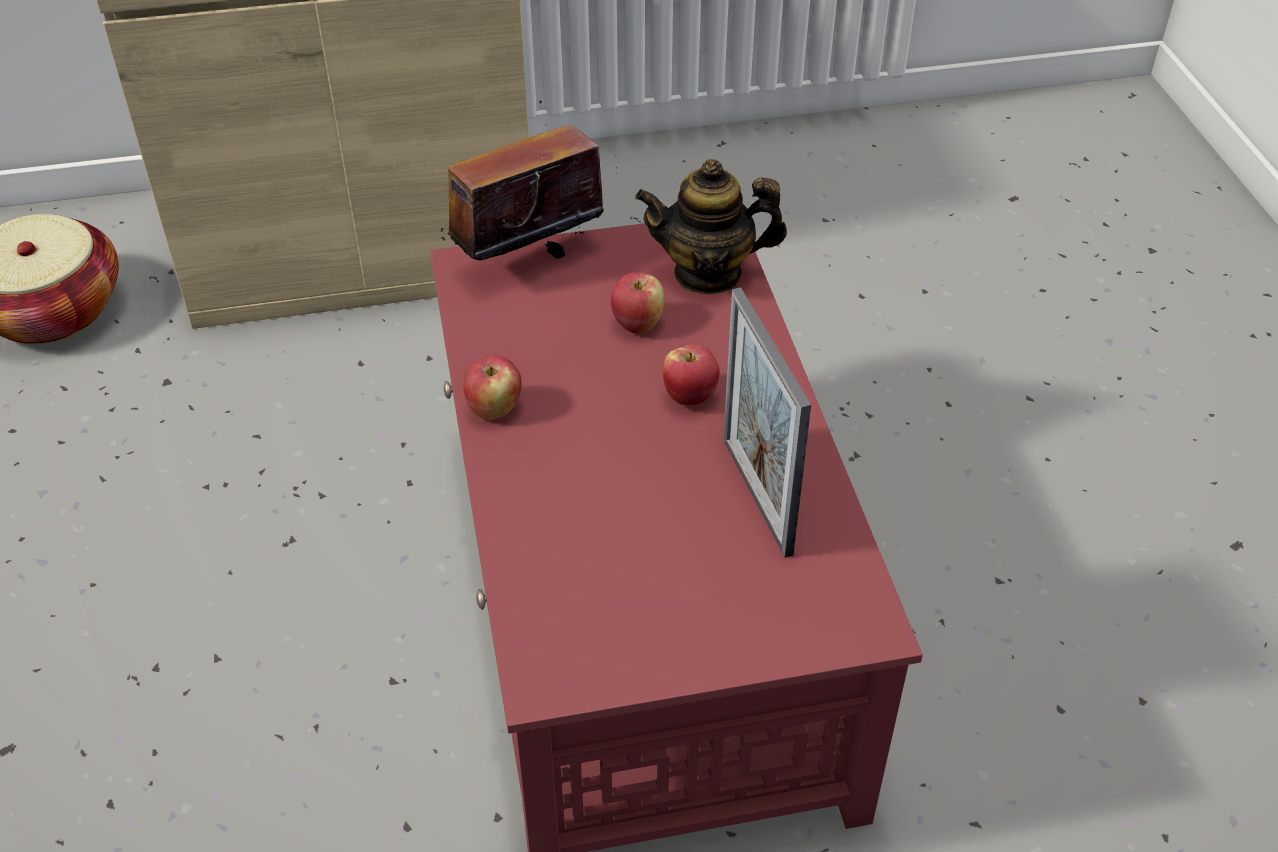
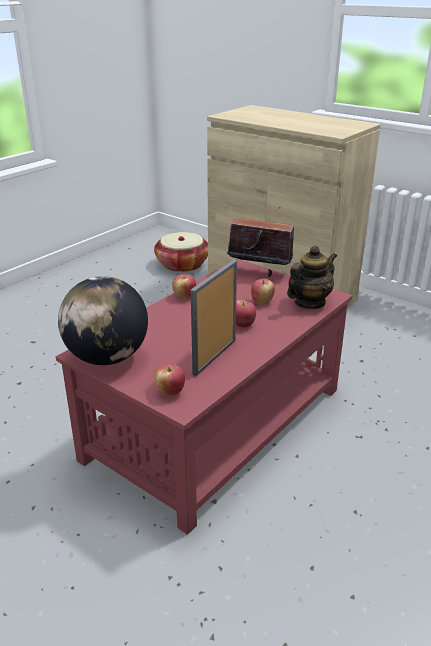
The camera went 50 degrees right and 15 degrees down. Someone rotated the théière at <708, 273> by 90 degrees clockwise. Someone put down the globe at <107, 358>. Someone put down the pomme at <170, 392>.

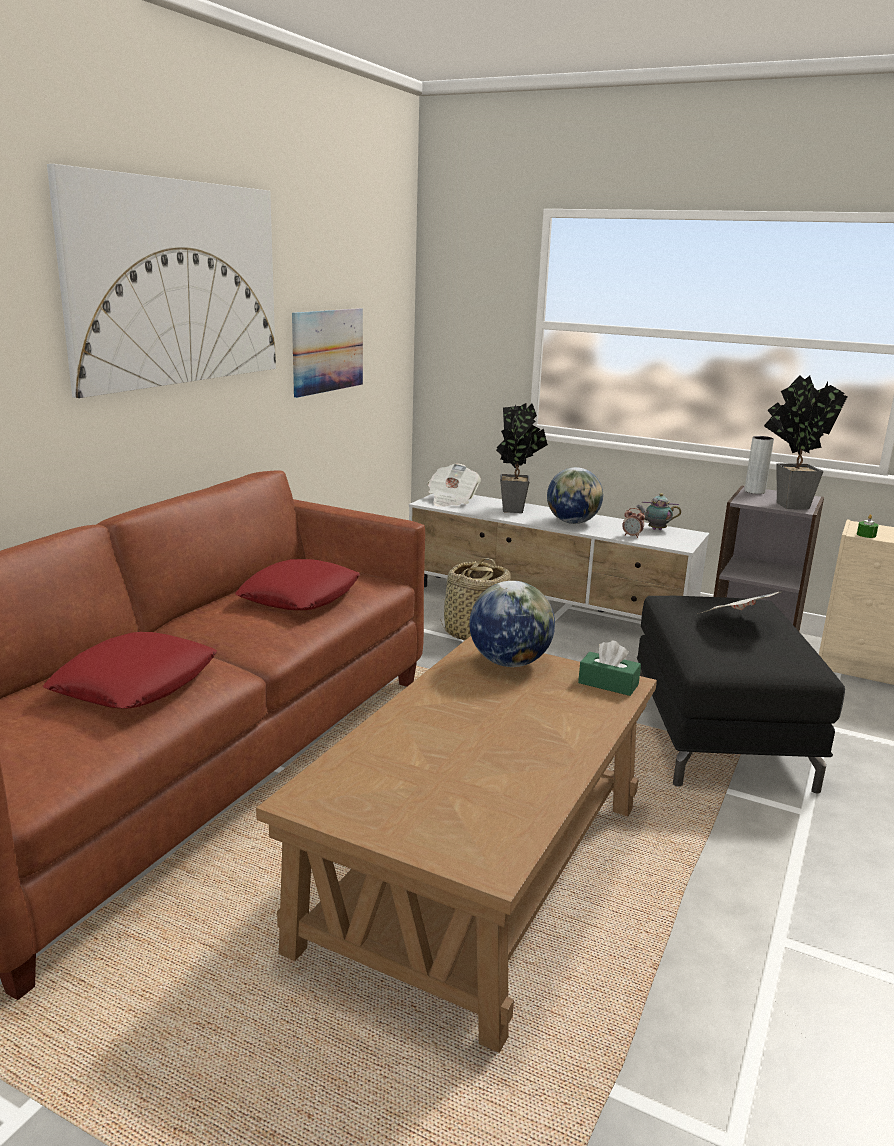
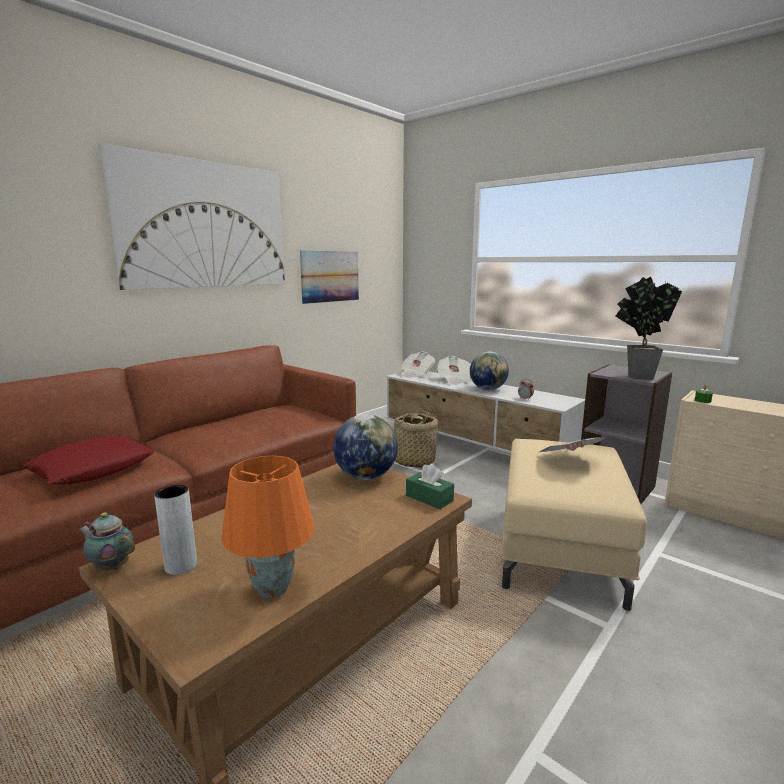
The camera went 15 degrees right and 5 degrees down. Someone took away the coussin [rouge] at <300, 596>. Someone swapped the plante en pot at <515, 509> for the journal at <454, 380>. Someone carried the théière from <655, 529> to <111, 567>. Someone repainted the pouf [noir] at <717, 735>, which became the pouf [beige] at <558, 550>. Someone carried the vase [gris] from <754, 491> to <181, 566>. Someone put down the lampe de table [orange] at <273, 589>.

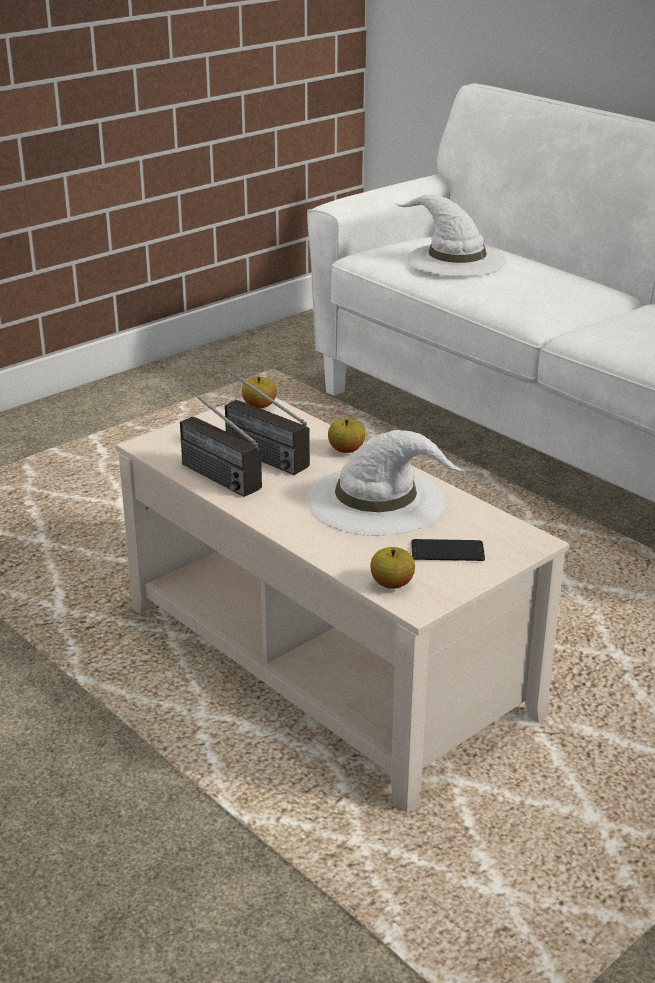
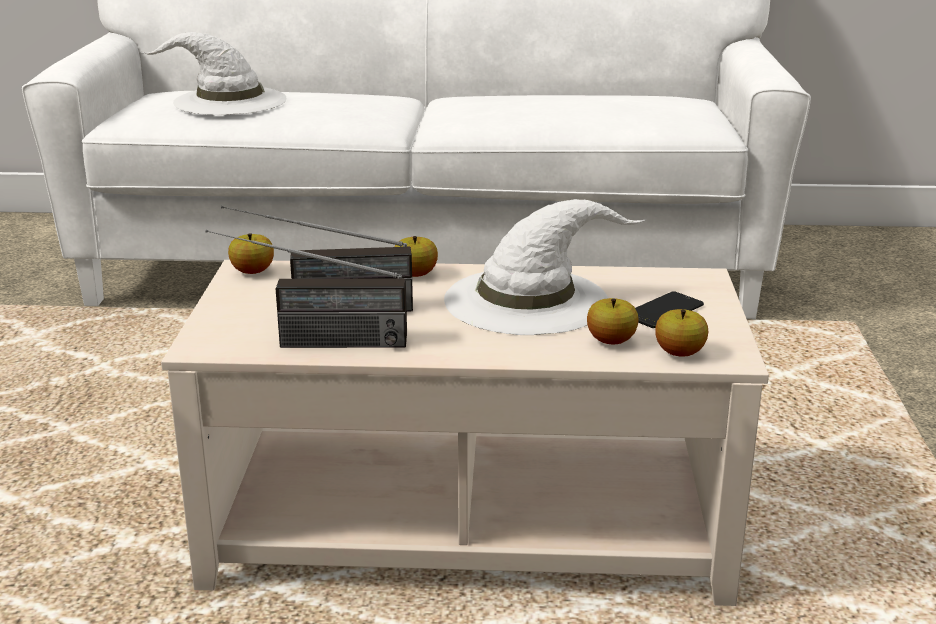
The camera went 45 degrees left and 5 degrees down. Someone put down the pomme at <611, 341>.

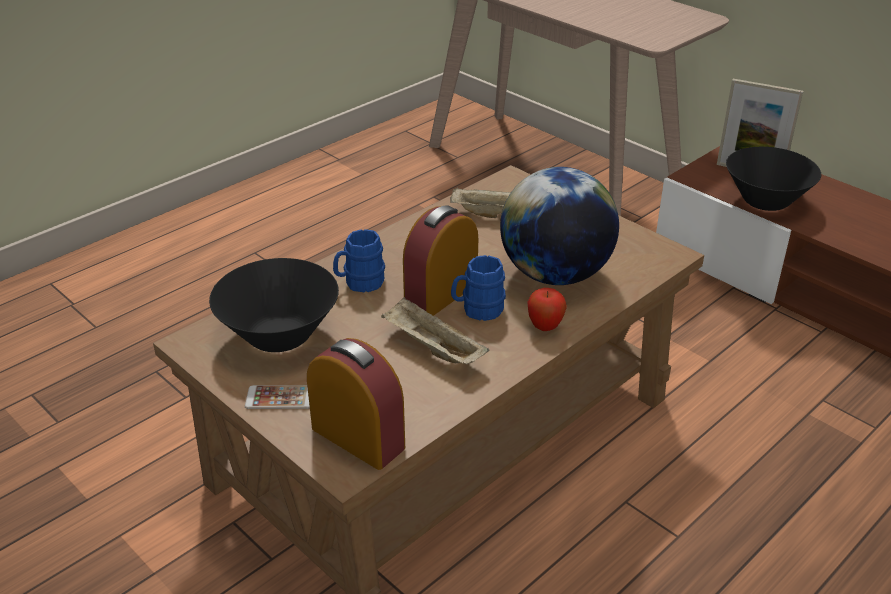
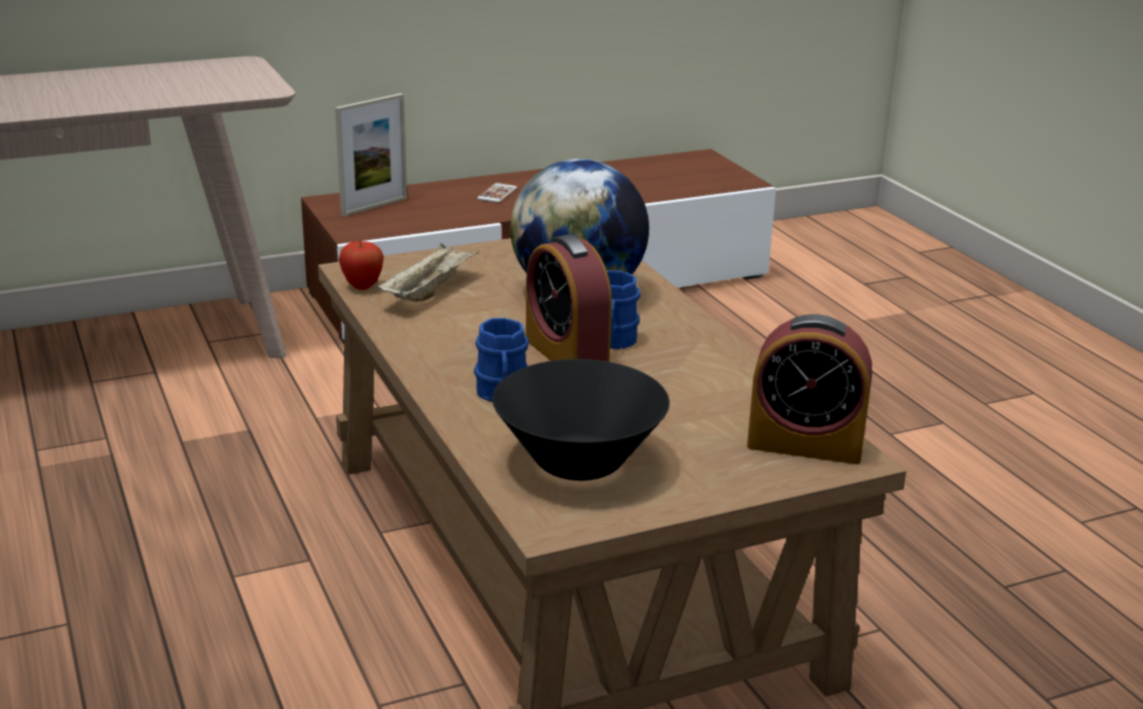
The camera went 70 degrees left and 10 degrees down. Someone carried the téléphone from <280, 398> to <497, 194>. Someone rotated the réveil at <358, 438> by 135 degrees counterclockwise. Someone took away the plateau [beige] at <431, 348>. Someone carried the pomme from <545, 327> to <362, 286>. Someone took away the bol [noir] at <765, 201>.

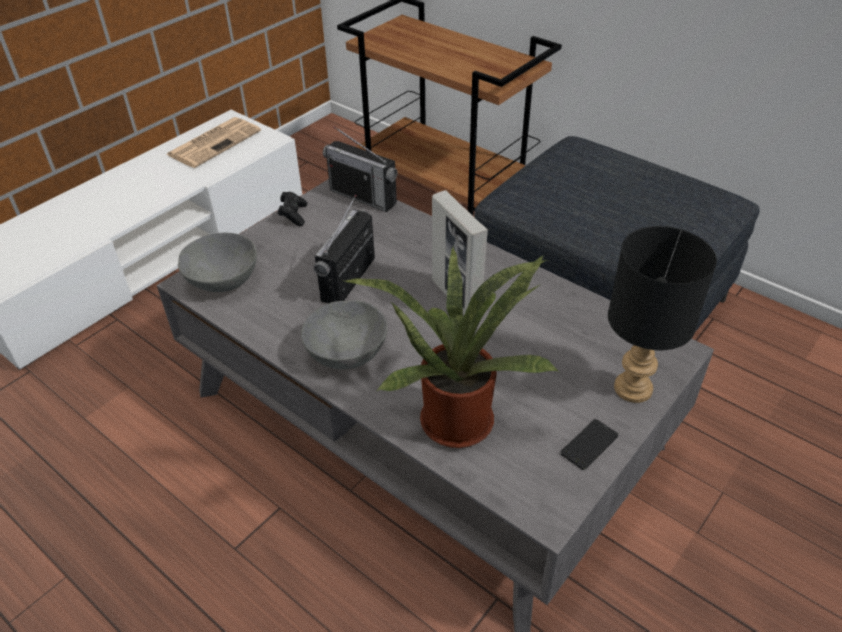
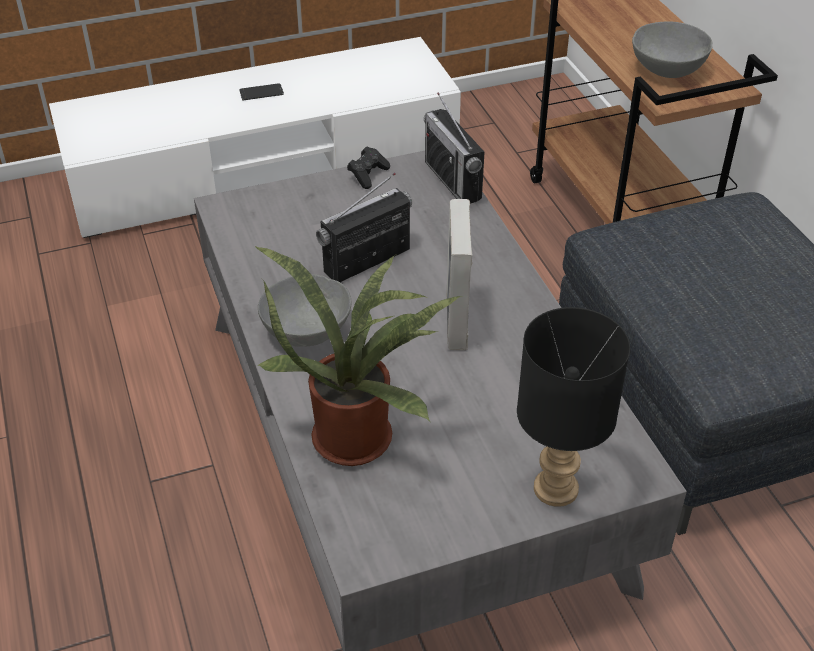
The camera went 30 degrees right and 0 degrees up. Someone took away the journal at <215, 142>. Someone carried the bol [gris] from <223, 281> to <667, 70>. Someone carried the téléphone from <589, 444> to <261, 92>.

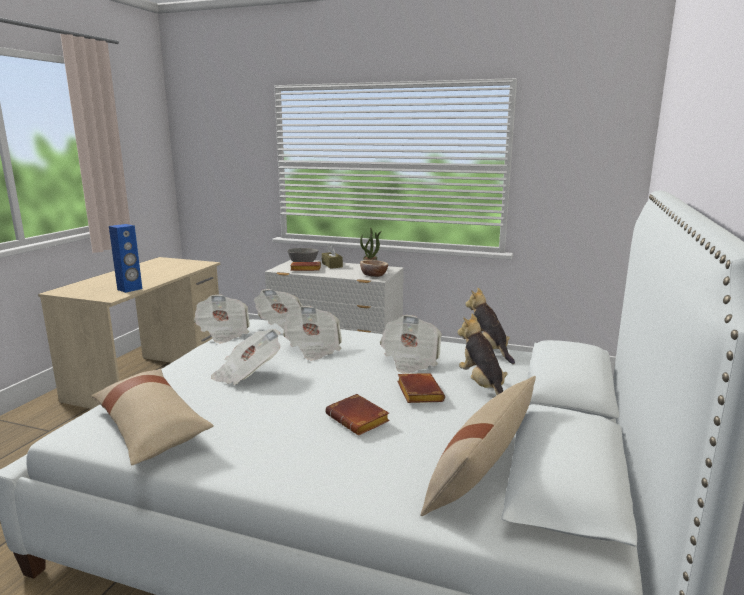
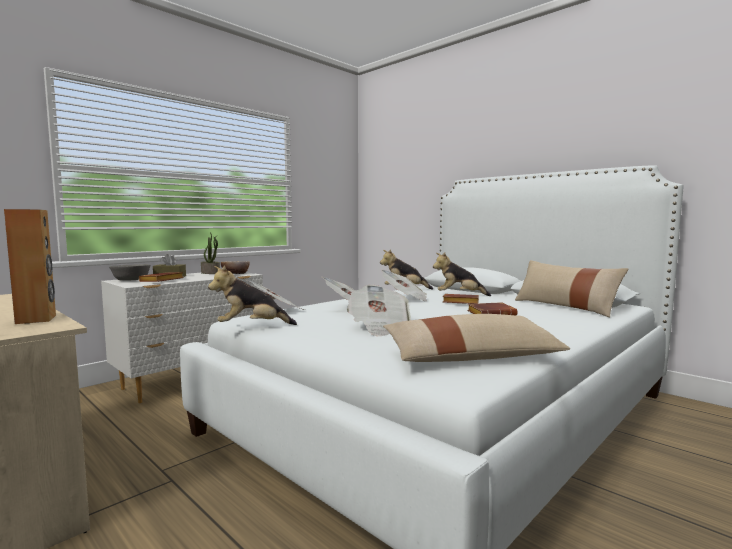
The camera went 65 degrees left and 10 degrees down. Someone repainted the enceinte [bleu] at <130, 289>, which became the enceinte [marron] at <37, 319>. Someone swapped the journal at <223, 333> for the peluche at <252, 327>.

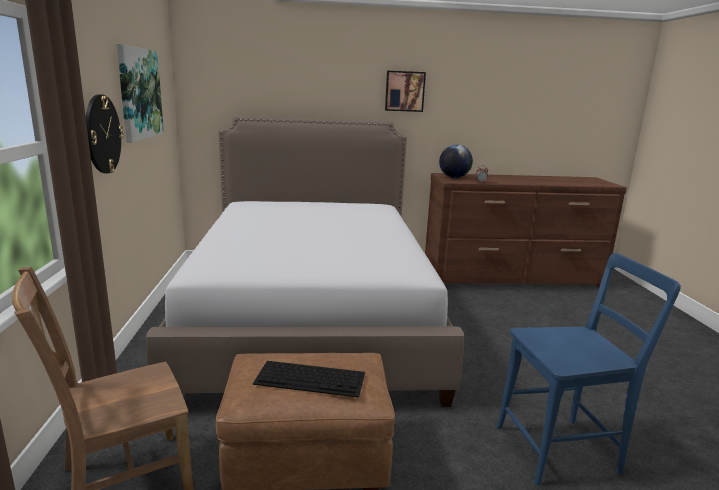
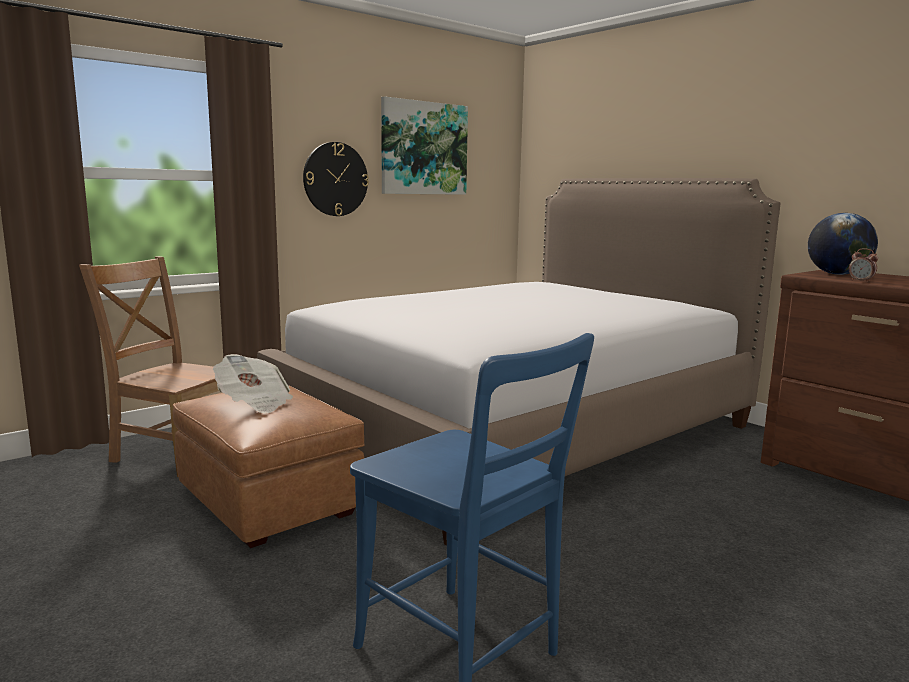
The camera went 55 degrees right and 5 degrees down. Someone swapped the clavier at <311, 378> for the journal at <254, 403>. Someone took away the tableau at <404, 91>.

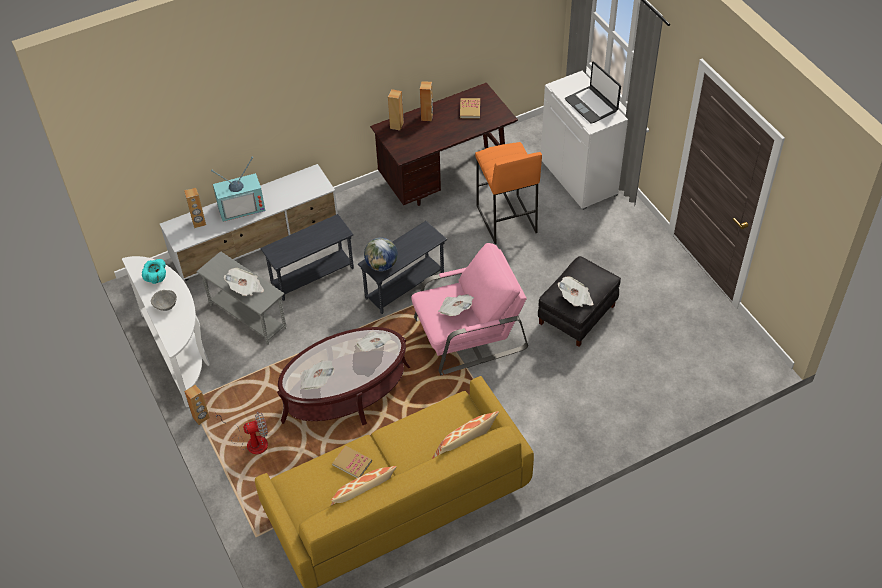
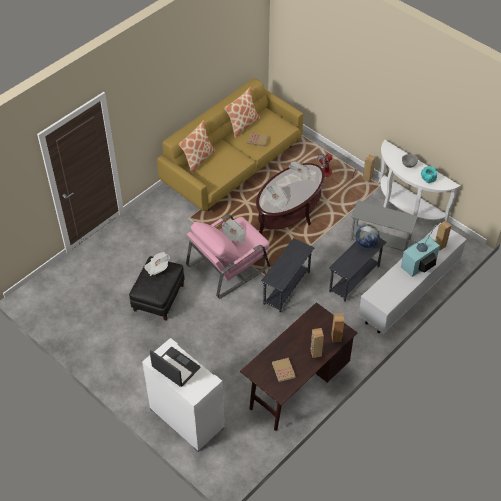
The camera went 160 degrees right and 0 degrees up. Someone took away the journal at <246, 288>. Someone carried the globe from <381, 265> to <366, 244>. Someone took away the tabouret [orange] at <505, 219>.

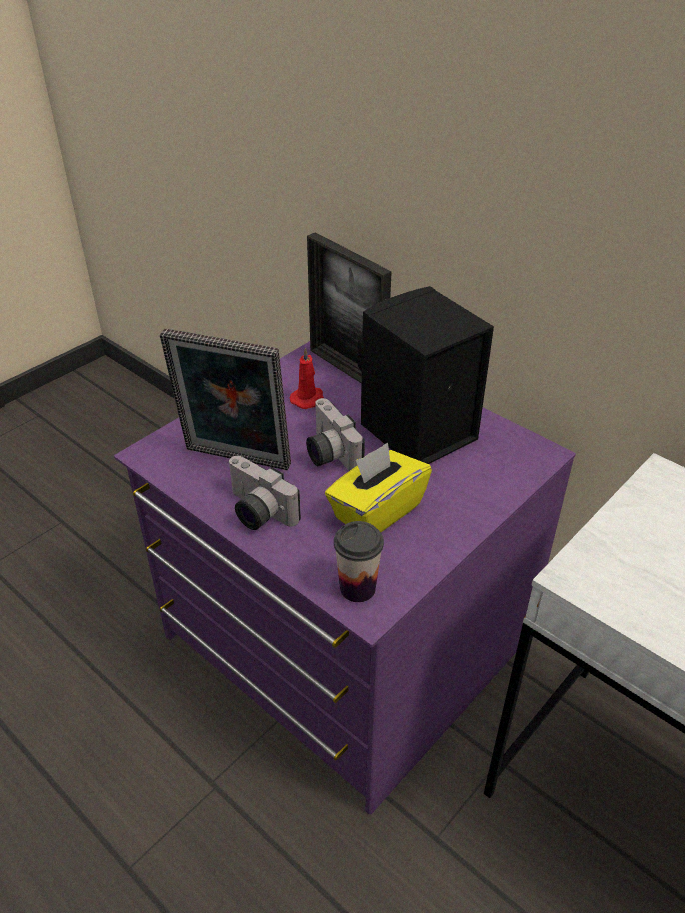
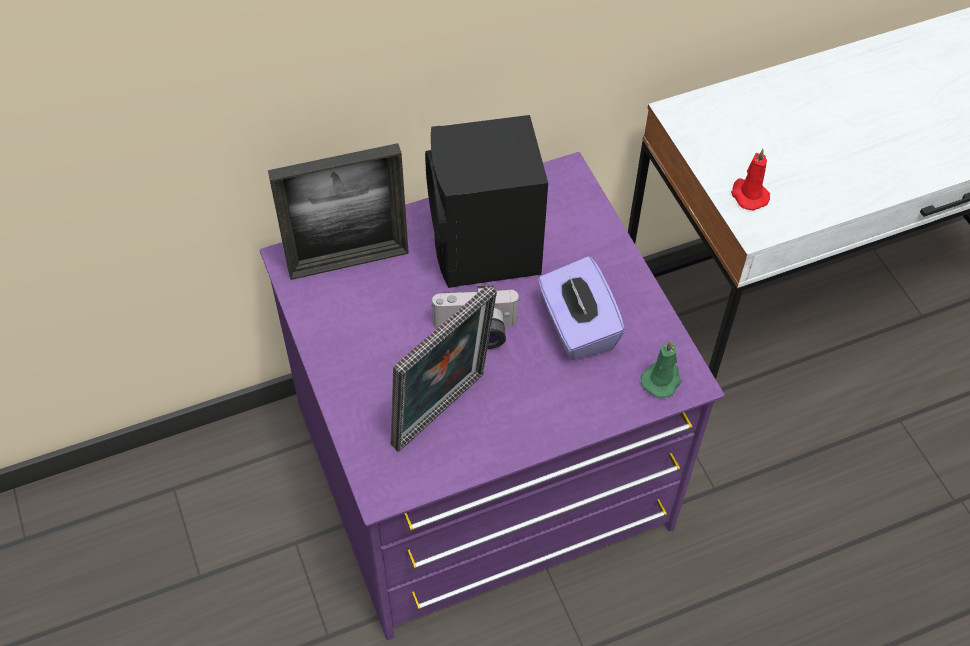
The camera went 65 degrees left and 15 degrees up. Someone took away the appareil photo at <256, 512>. Someone carried the bougie [rouge] from <308, 399> to <748, 195>. Someone repainted the boîte à mouchoirs [jaune] at <376, 511>, which became the boîte à mouchoirs [violet] at <577, 327>. Someone swapped the tasse at <357, 588> for the bougie [vert] at <662, 379>.

